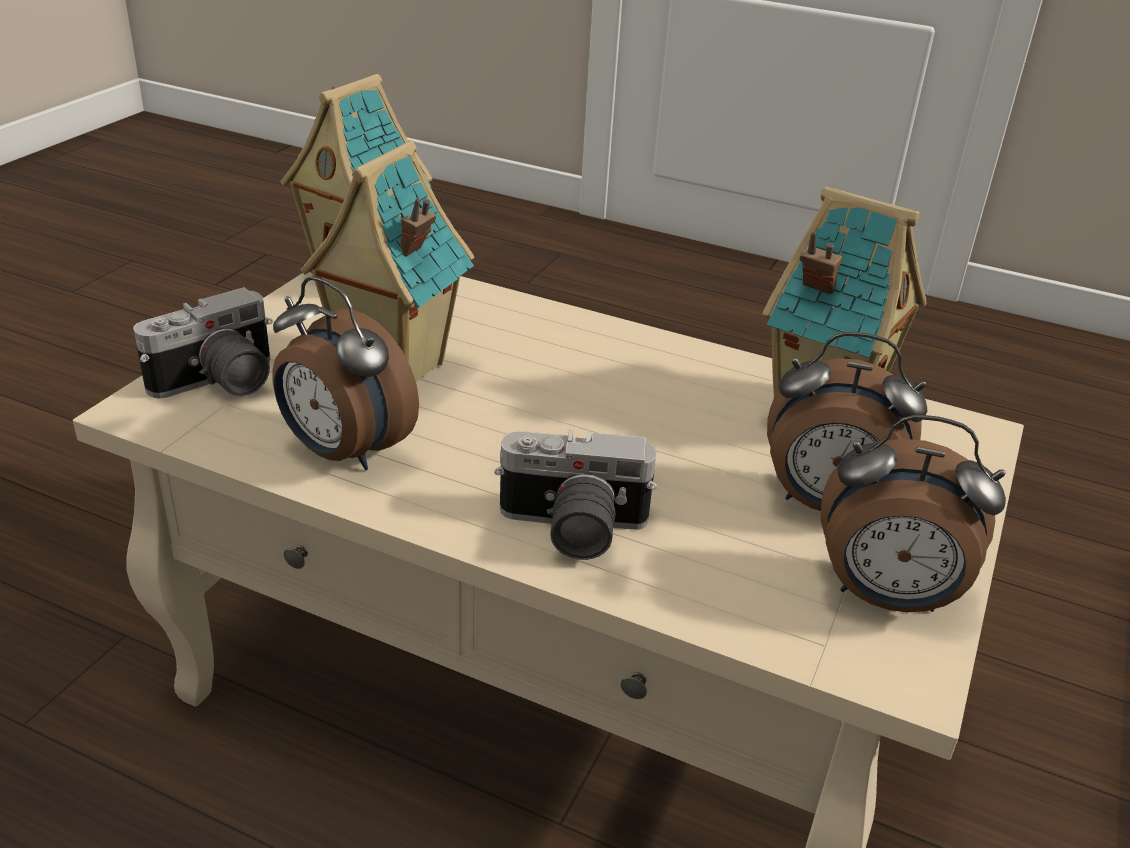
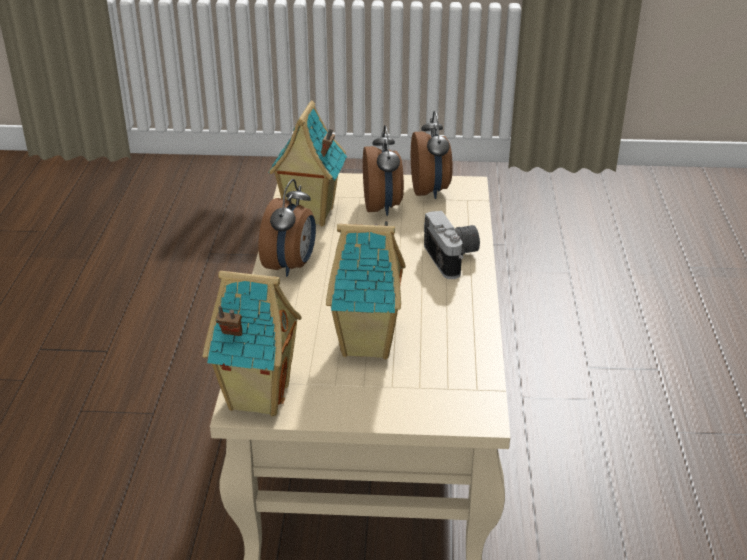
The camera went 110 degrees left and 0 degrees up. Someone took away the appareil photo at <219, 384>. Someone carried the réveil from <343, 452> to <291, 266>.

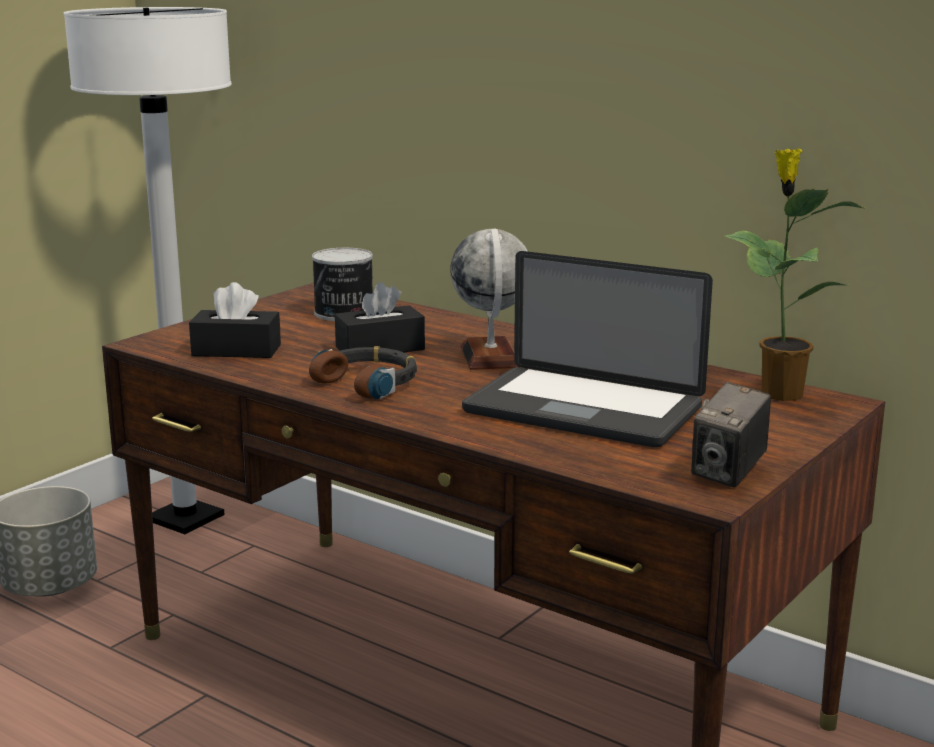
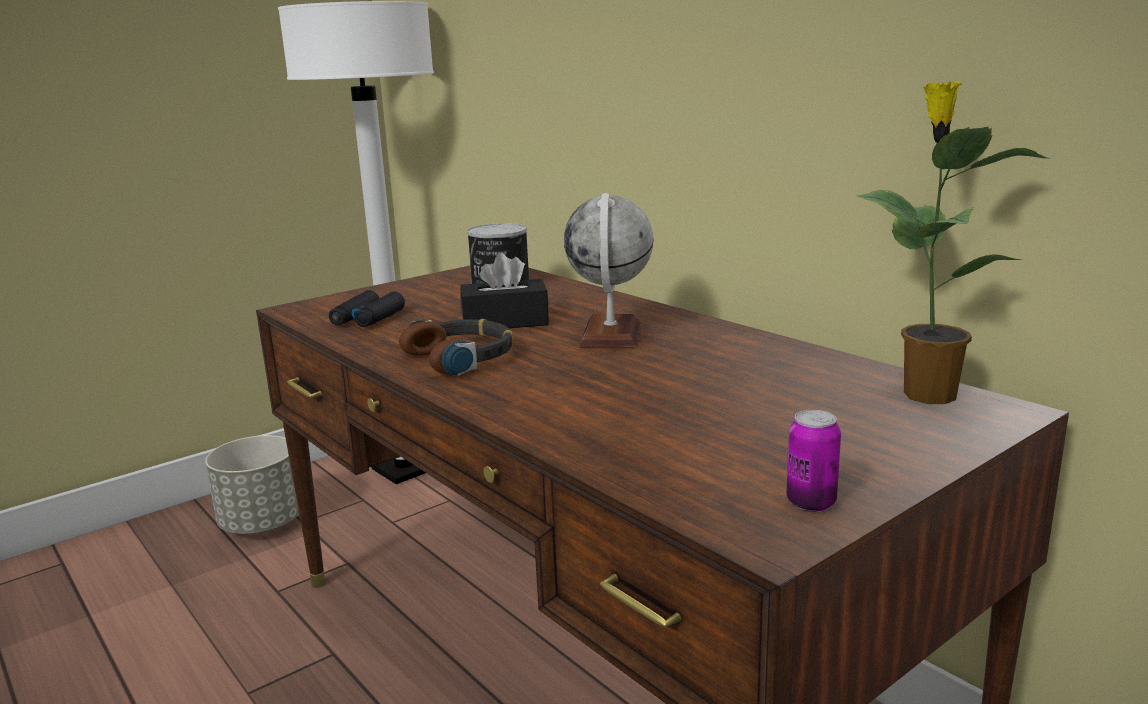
The camera went 15 degrees right and 0 degrees up. Someone swapped the boîte à mouchoirs [noir] at <236, 350> for the jumelles [noir] at <367, 319>. Someone took away the ordinateur portable at <583, 410>. Someone swapped the appareil photo at <728, 473> for the boîte métallique at <811, 502>.

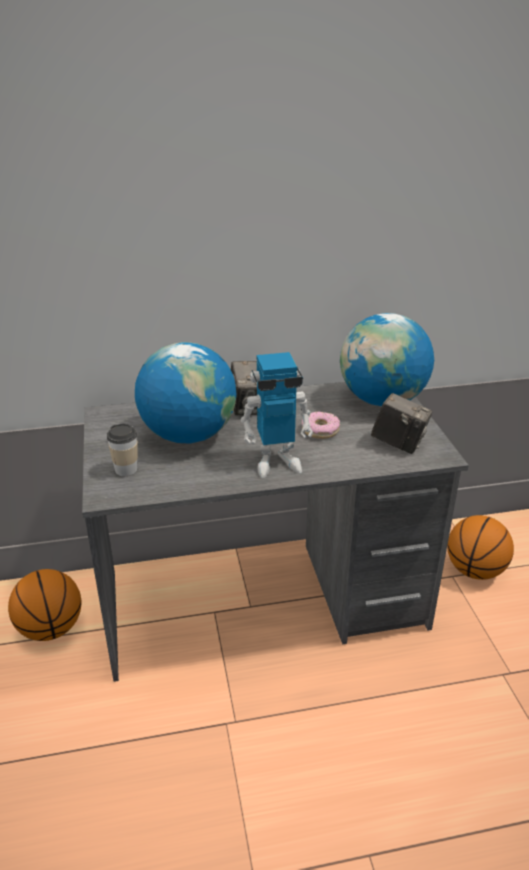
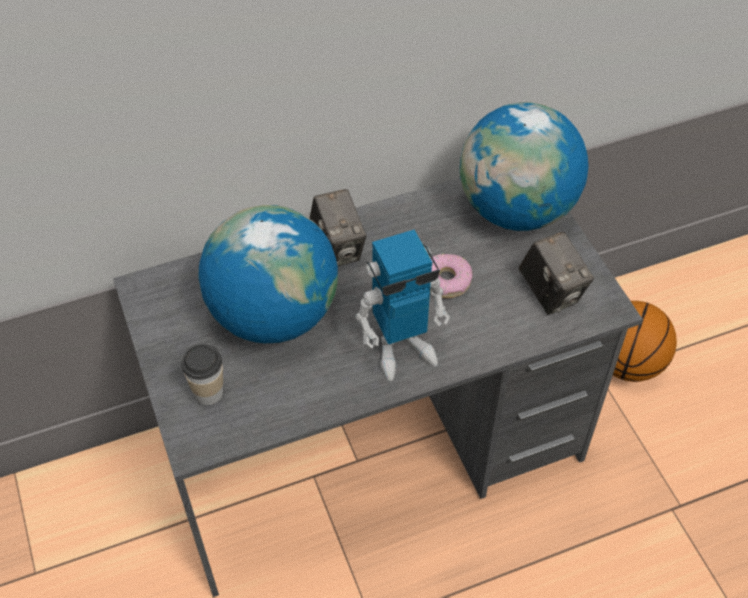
The camera went 10 degrees left and 20 degrees up. Someone took away the ballon de basket at <51, 628>. Someone rotated the appareil photo at <398, 443> by 45 degrees clockwise.

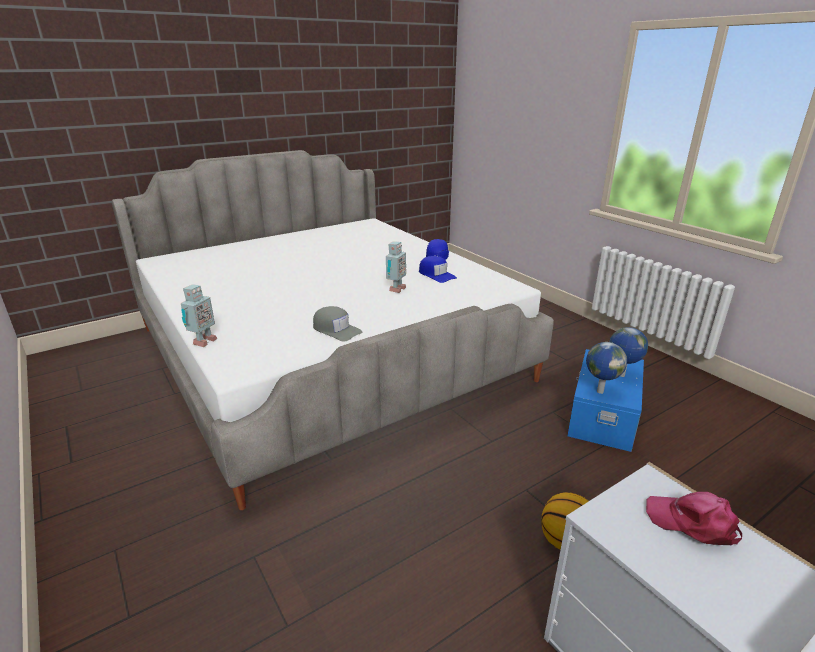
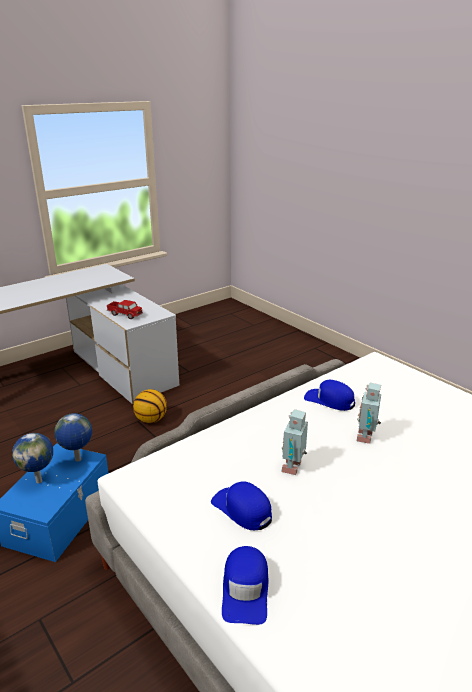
The camera went 175 degrees right and 0 degrees up. Someone carried the robot jouet from <203, 342> to <366, 437>. Someone repainted the casquette [gris] at <336, 330>, which became the casquette [bleu] at <329, 400>. Someone swapped the casquette [rose] at <693, 522> for the camion jouet at <125, 314>.

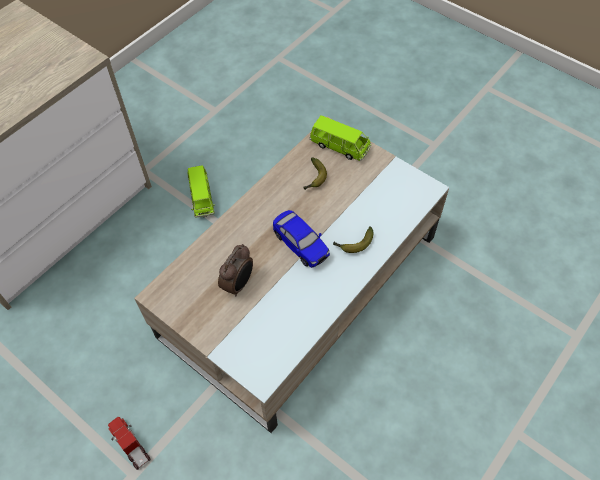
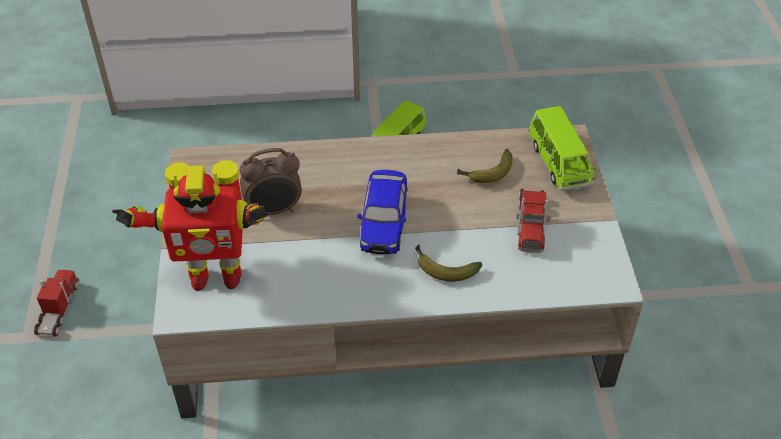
The camera went 45 degrees right and 10 degrees down. Someone put down the robot jouet at <213, 274>. Someone put down the camion jouet at <530, 224>.

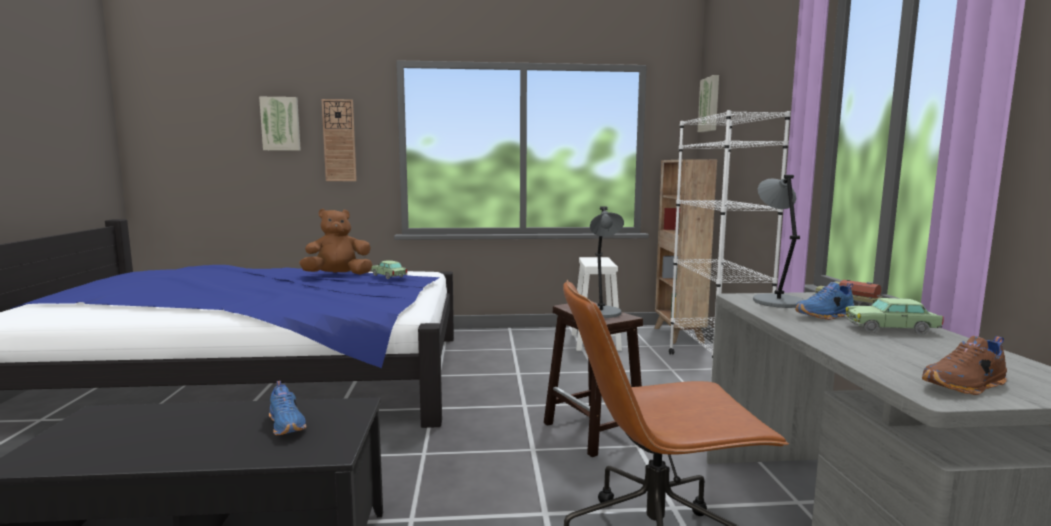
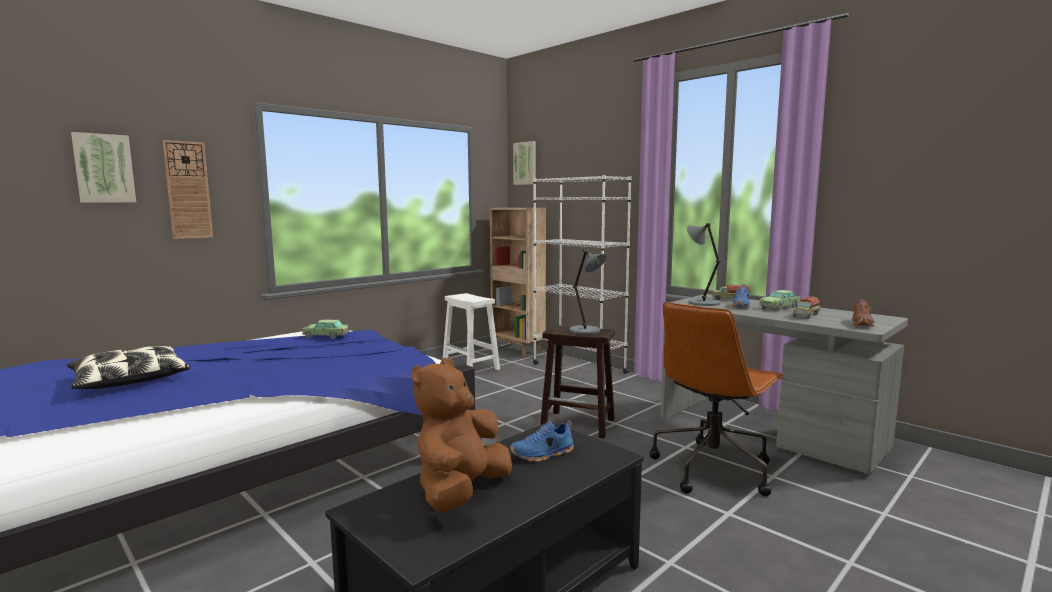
The camera went 40 degrees left and 0 degrees up. Someone rotated the chaussure [bleu] at <287, 424> by 135 degrees clockwise. Someone carried the peluche [marron] from <338, 275> to <461, 492>. Someone put down the coussin at <129, 380>. Someone put down the camion jouet at <805, 315>.

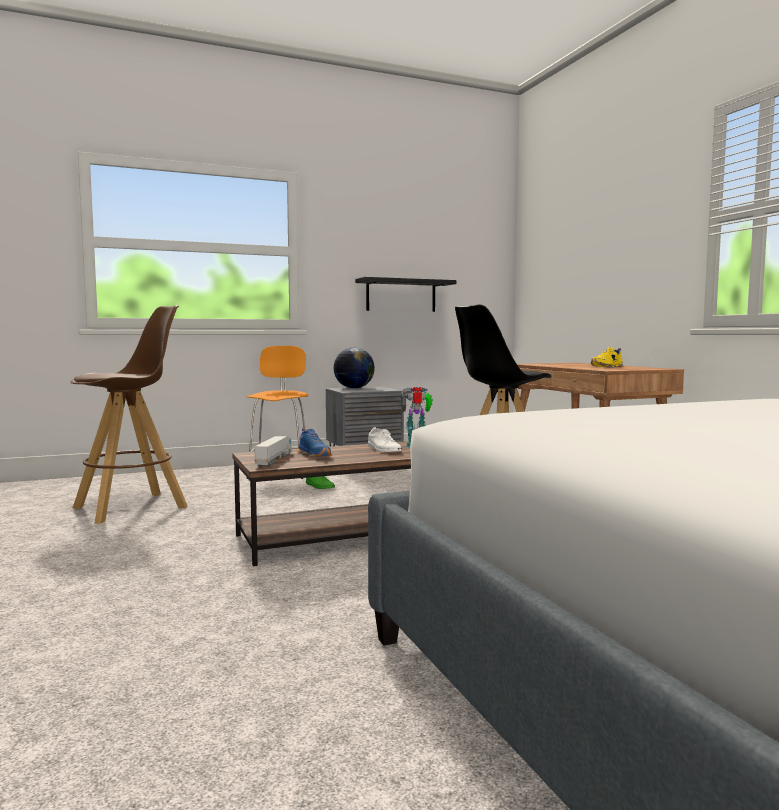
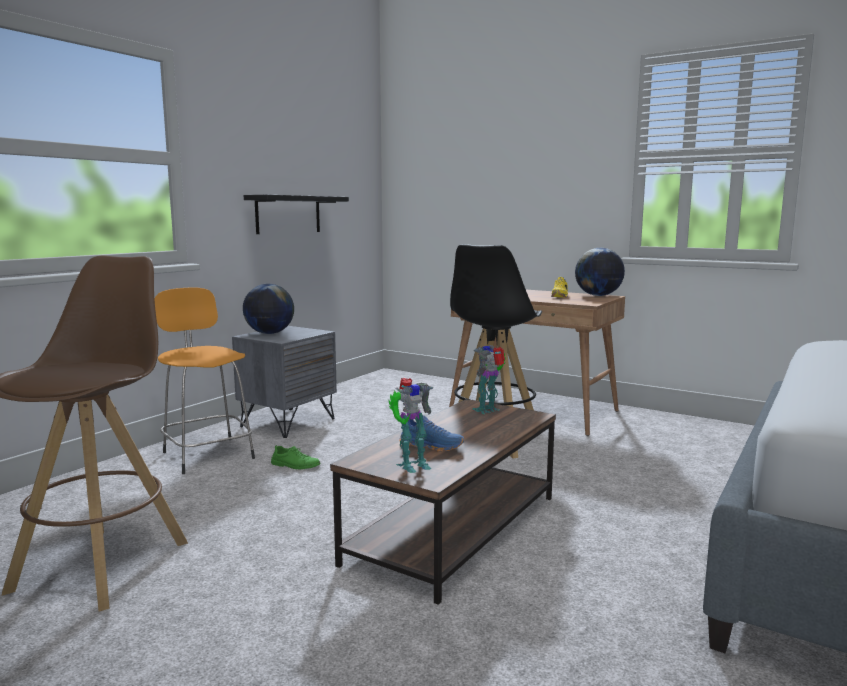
The camera went 35 degrees left and 5 degrees up. Someone swapped the camion jouet at <274, 459> for the robot jouet at <411, 464>. Someone took away the chaussure [blanc] at <384, 450>. Someone put down the globe at <598, 295>.

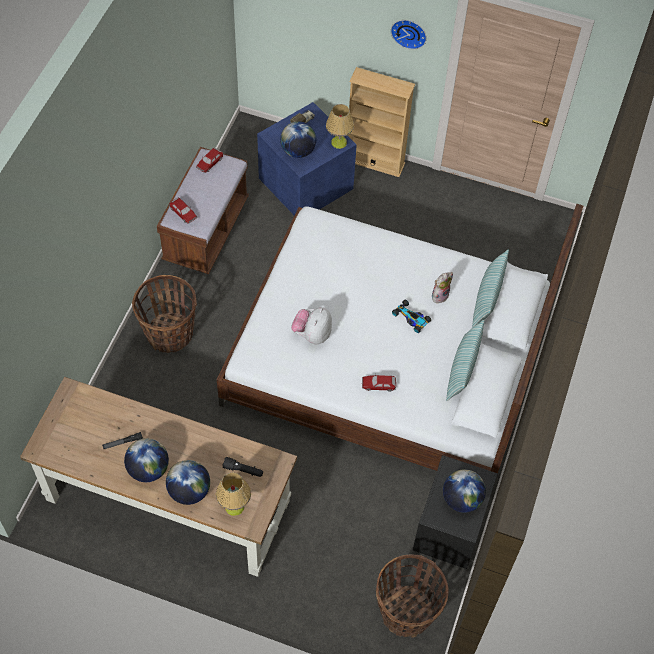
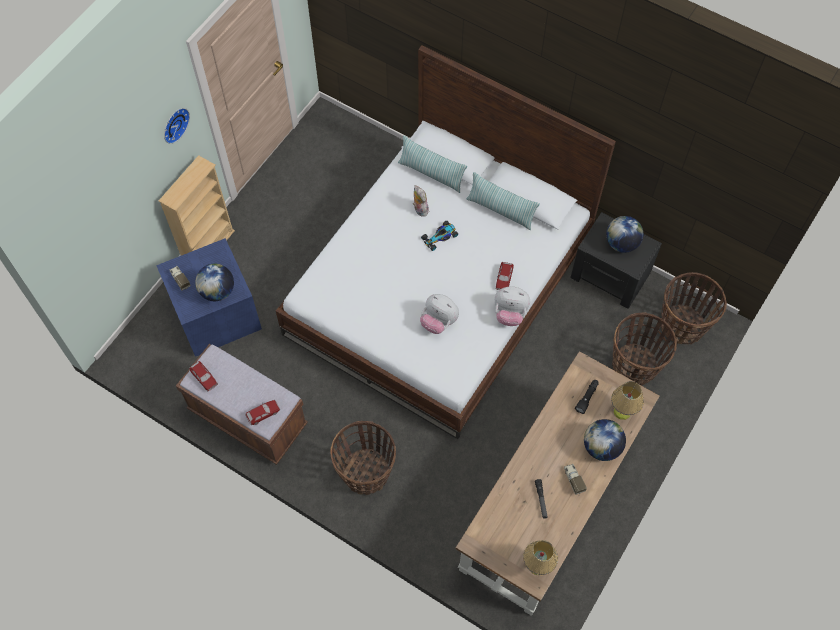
The camera went 75 degrees left and 5 degrees up. Someone swapped the globe at <148, 469> for the camion jouet at <573, 480>. Someone carried the lampe de table from <339, 142> to <537, 565>. Someone put down the peluche at <510, 314>. Someone put down the panier at <634, 365>.

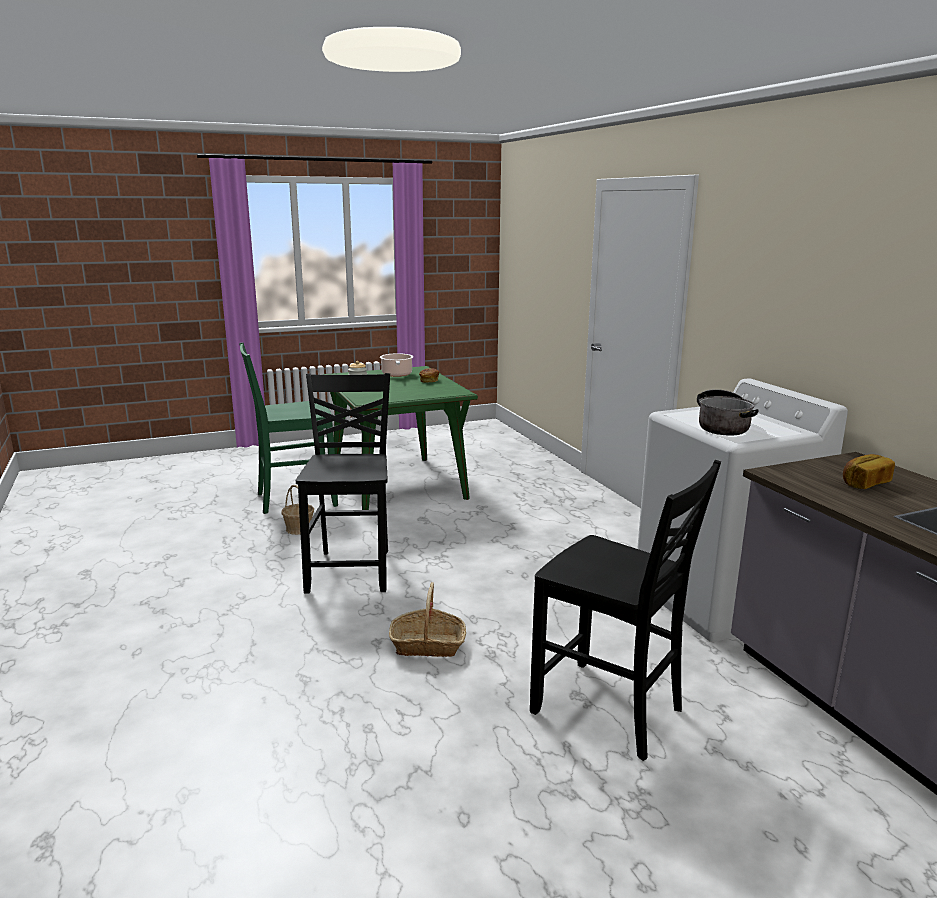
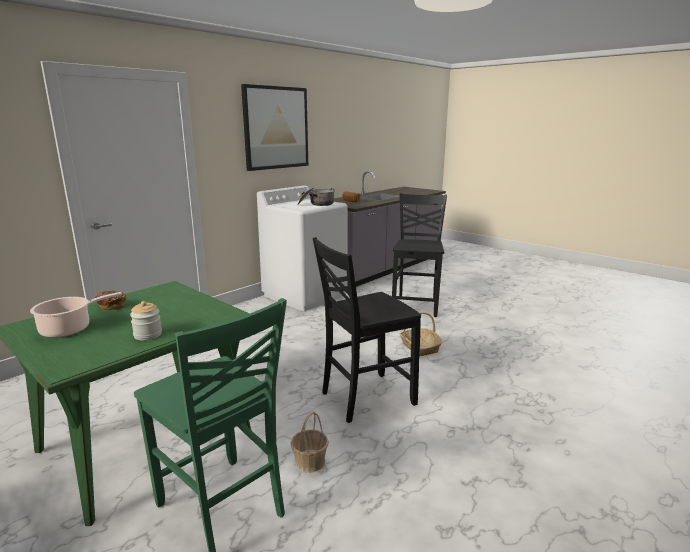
The camera went 115 degrees left and 0 degrees up. Someone put up the tableau at <276, 128>.

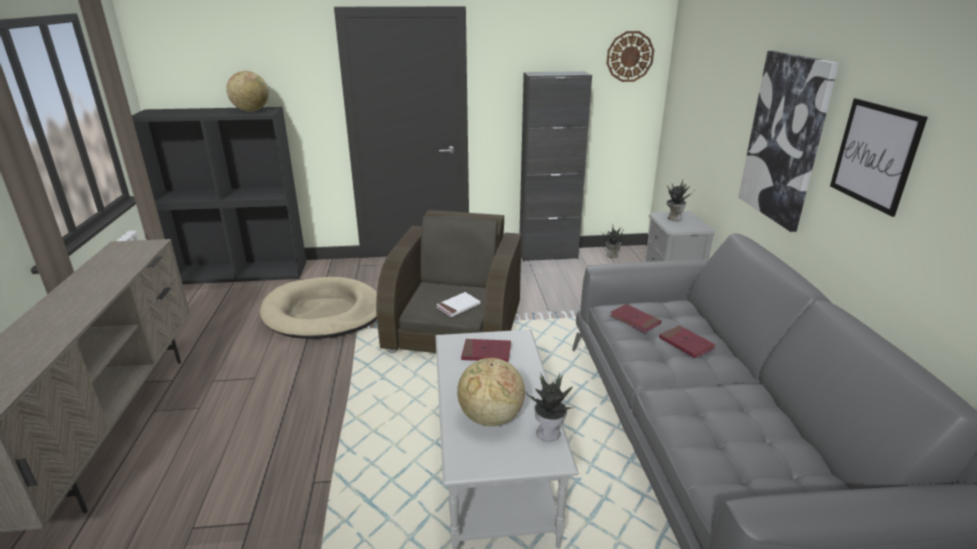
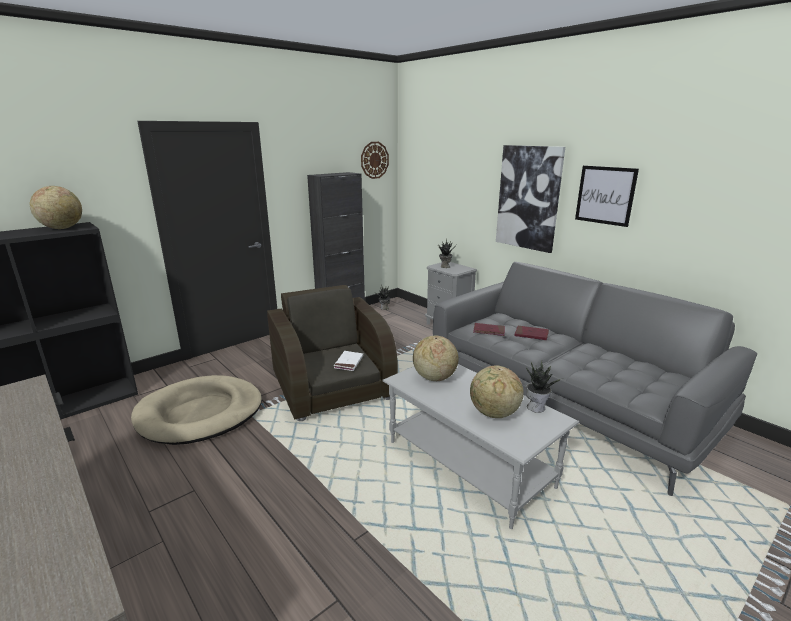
The camera went 35 degrees left and 5 degrees down. Someone swapped the livre [rouge] at <486, 353> for the globe at <434, 378>.

